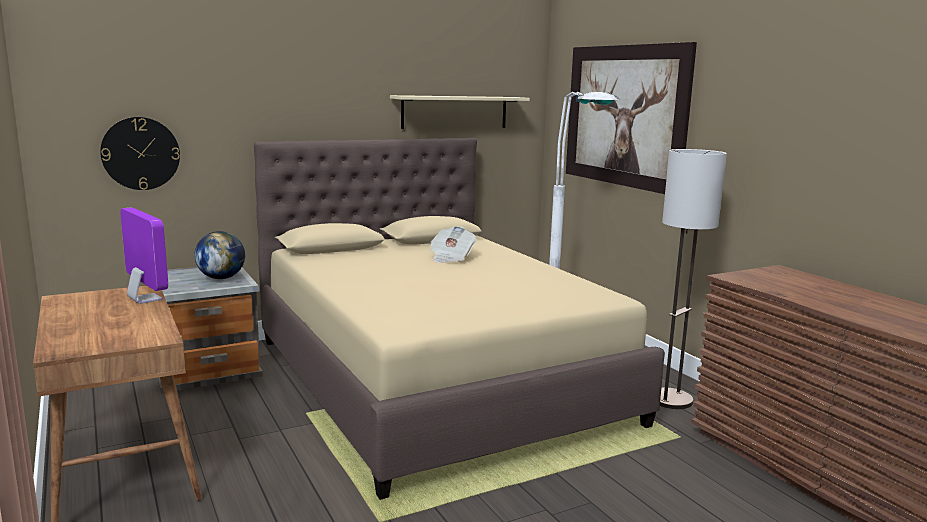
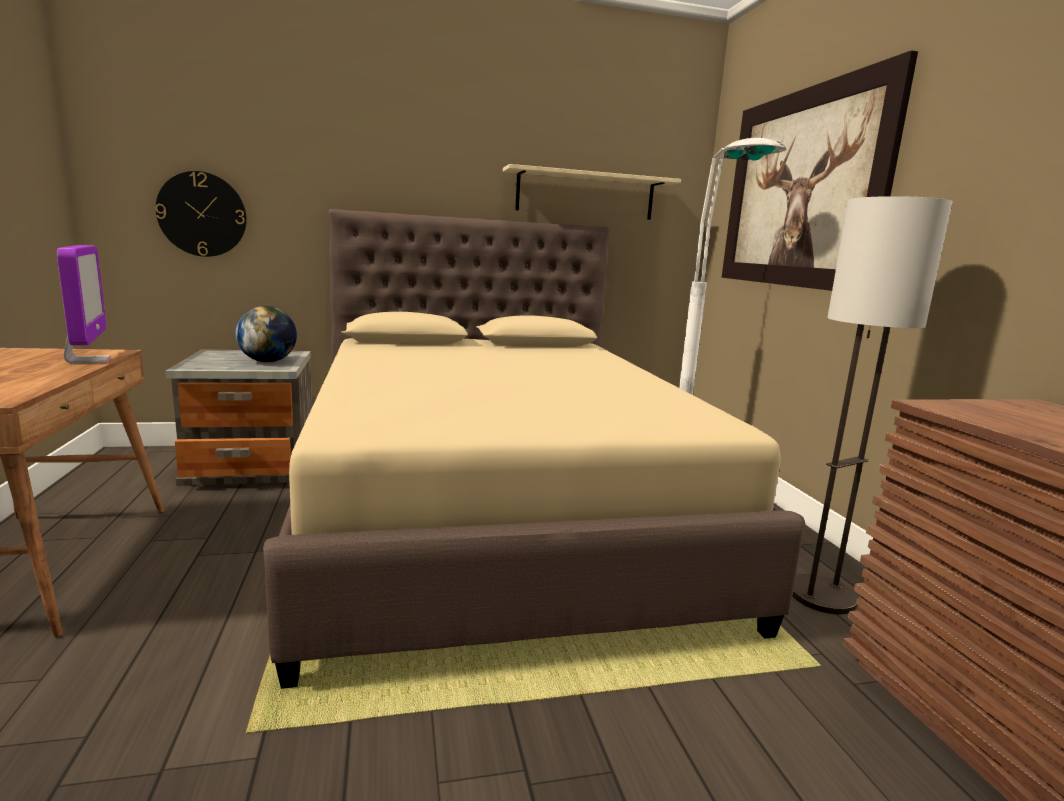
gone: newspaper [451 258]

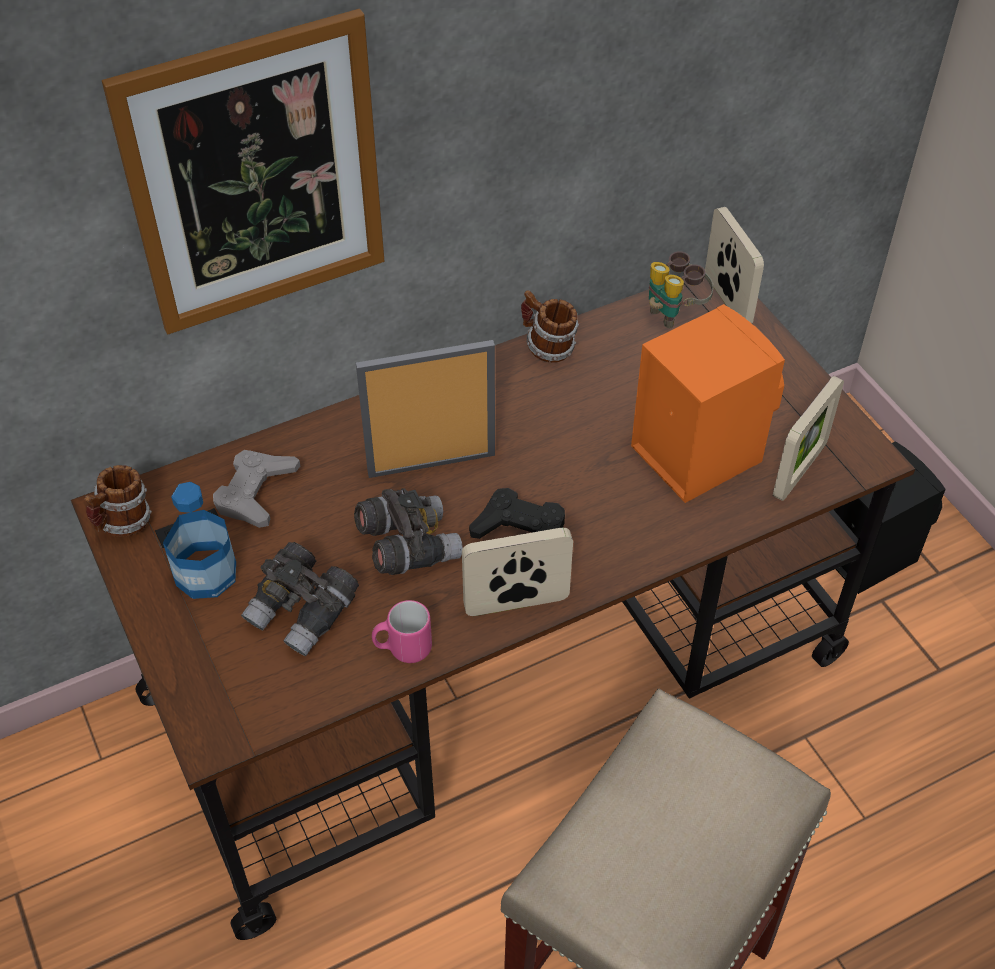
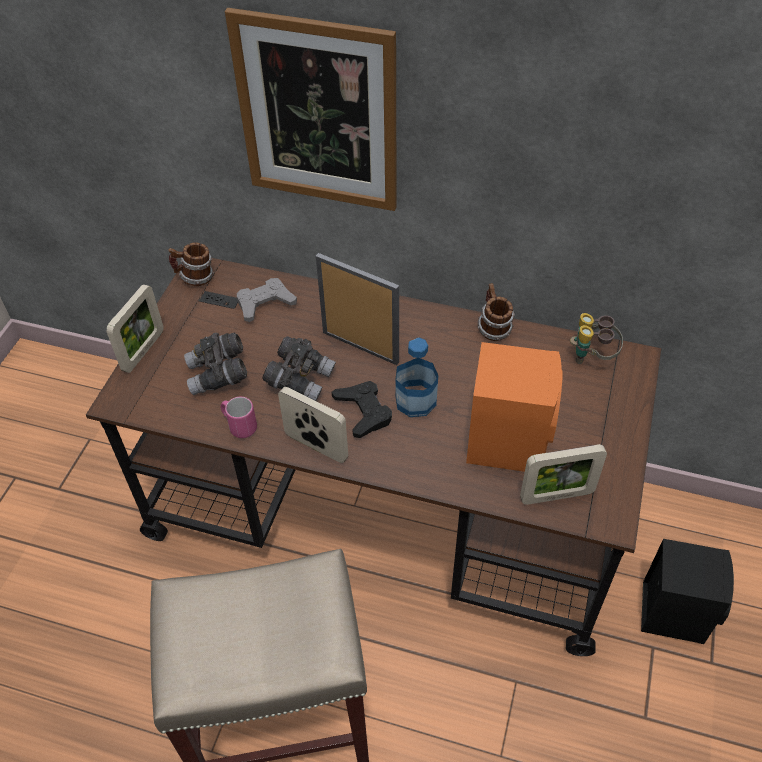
shifted: beverage bottle [206 573] to [415 401]; picture frame [727 300] to [143 351]

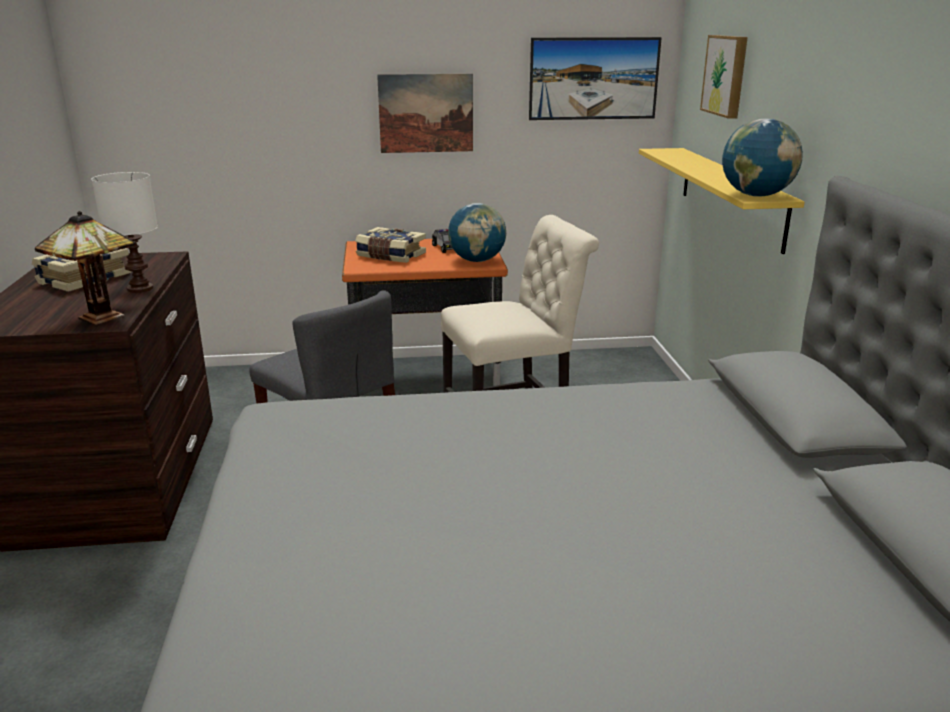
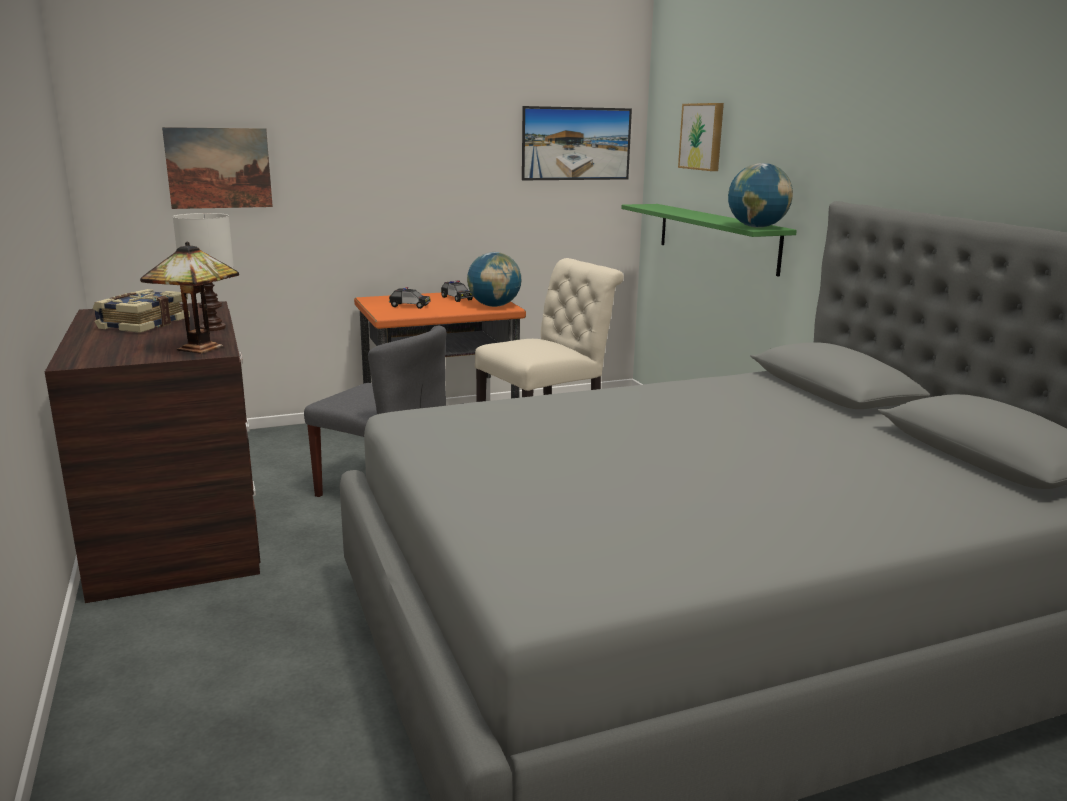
shifted: wall art [426 113] to [219 168]
swapped: volume [390 256] to miniature car [409 306]
repainted: yellowish wall shelf [731 195] to greenish wall shelf [716 237]

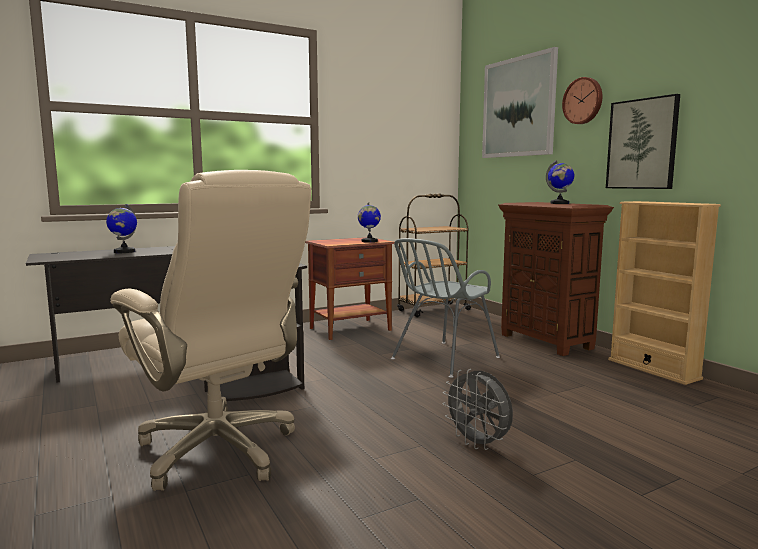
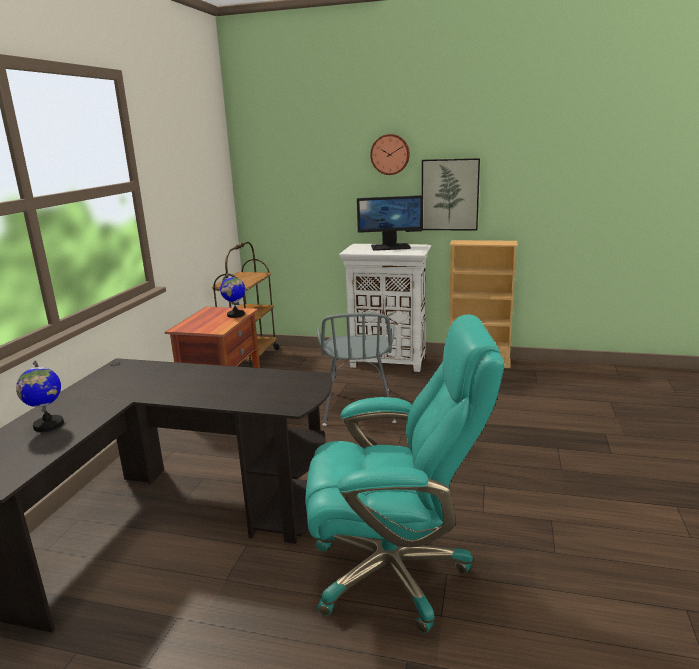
gone: greyish fan [478 444]; wall art [518 107]
swapped: desk globe [559 203] to computer screen [390 247]
repainted: beige-coloured computer chair [218 454] to blue-green computer chair [395 577]; brown-coloured cupboard [547 342] to white cupboard [389 362]

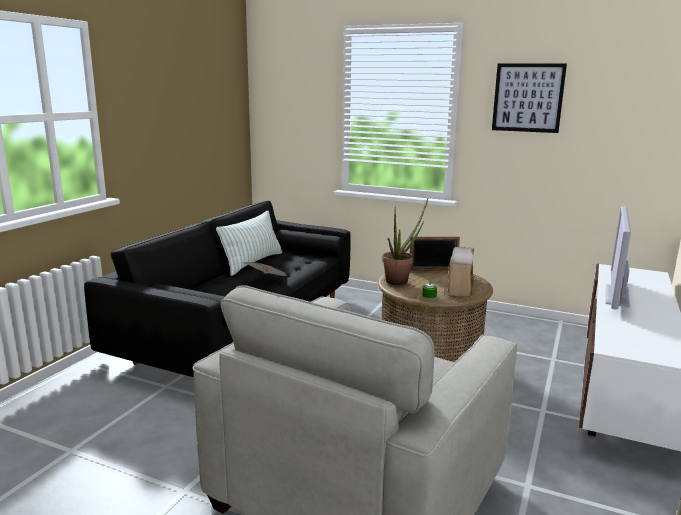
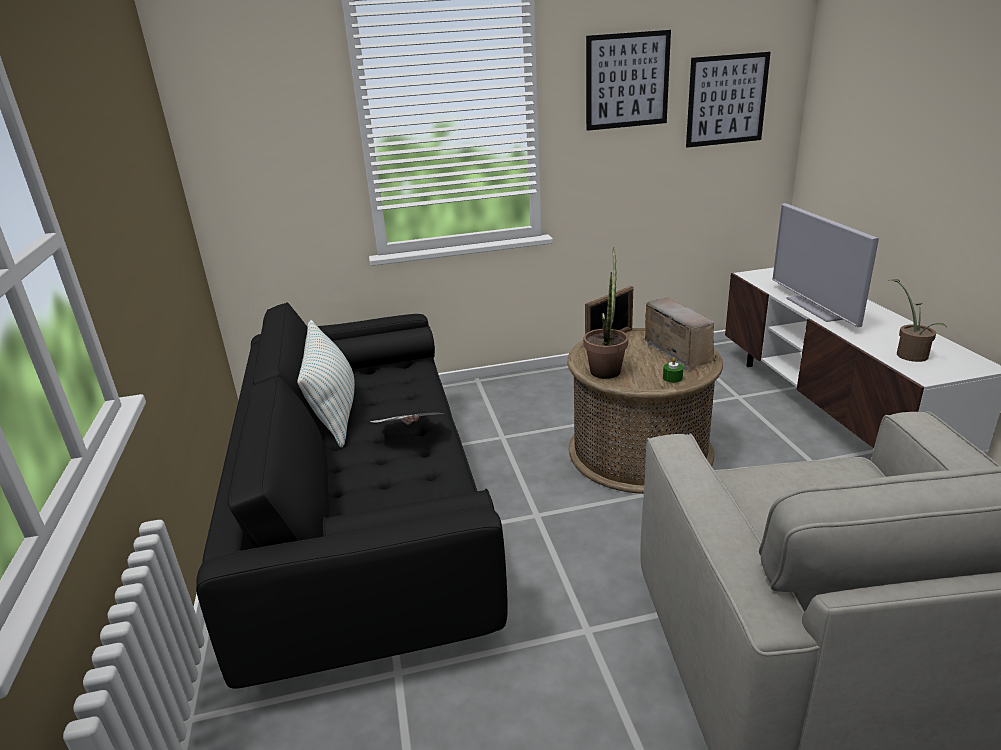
new: wall art [726 100]; plant in a pot [909 353]

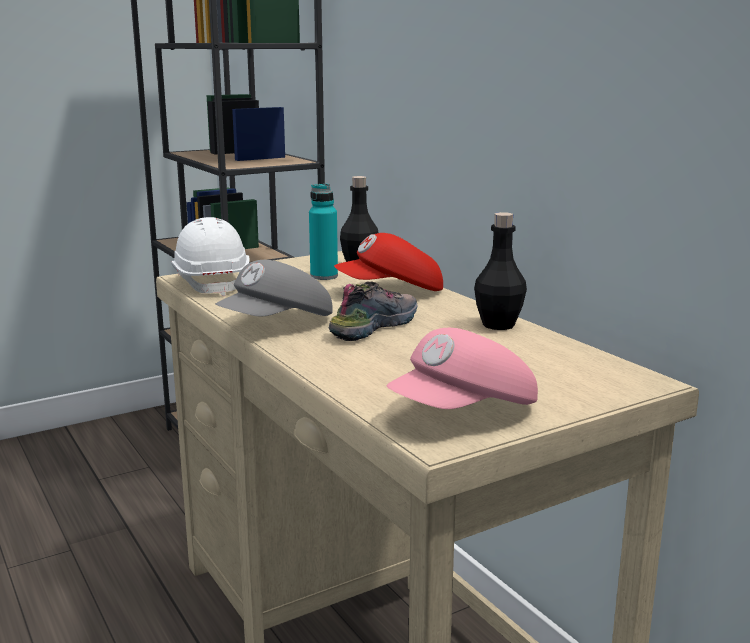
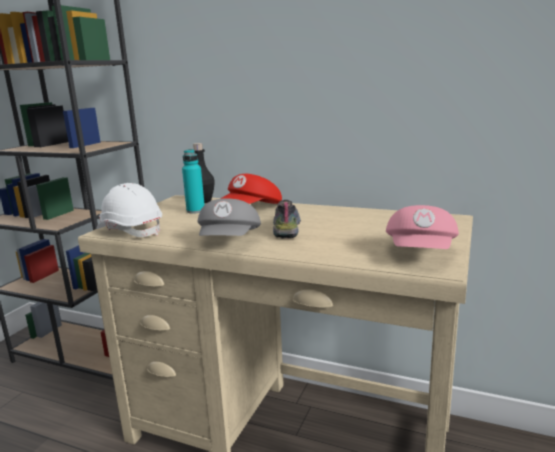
gone: black-coloured beverage bottle [498 325]

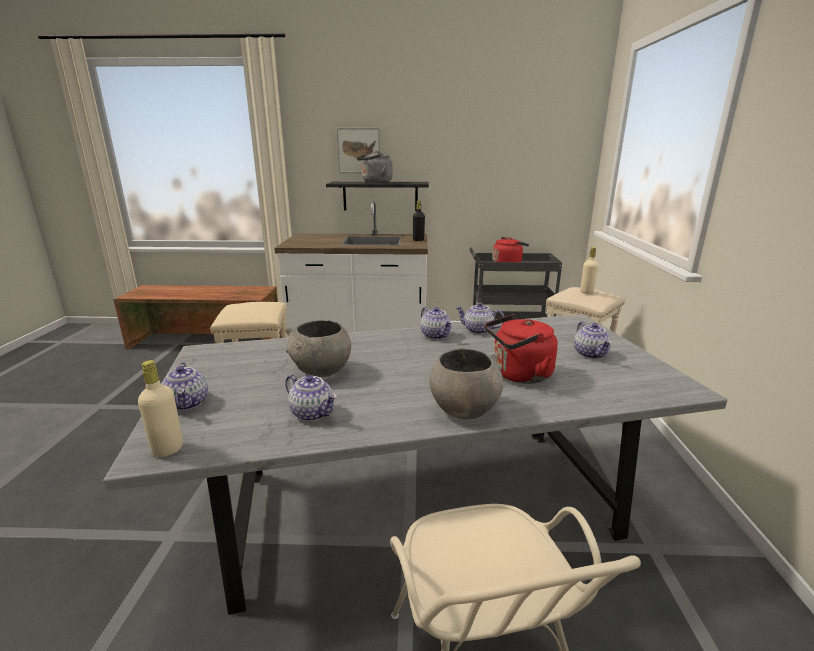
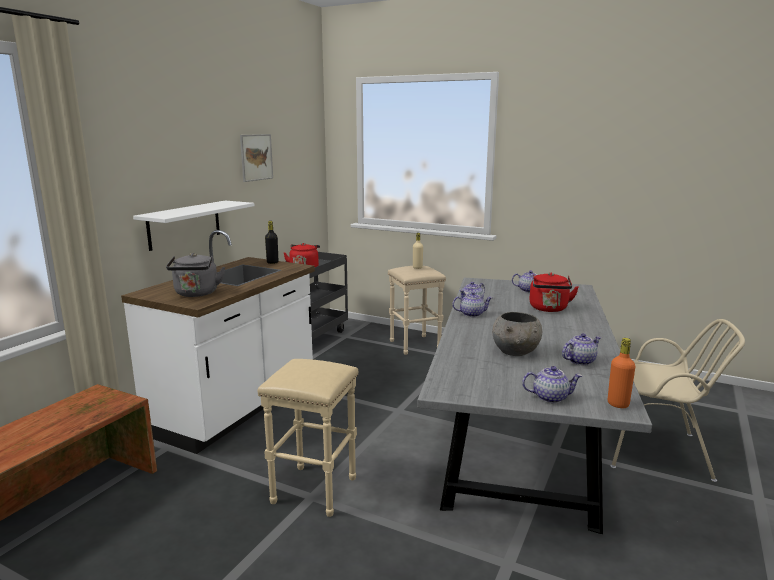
gone: greyish deep dish [463 409]
shifted: wall art [359 150] to [256 157]; greyish water kettle [375 182] to [196 294]
repainted: beige-coloured beverage bottle [168 449] to orange beverage bottle [618 404]; black-coloured wall shelf [380 196] to white wall shelf [184 224]

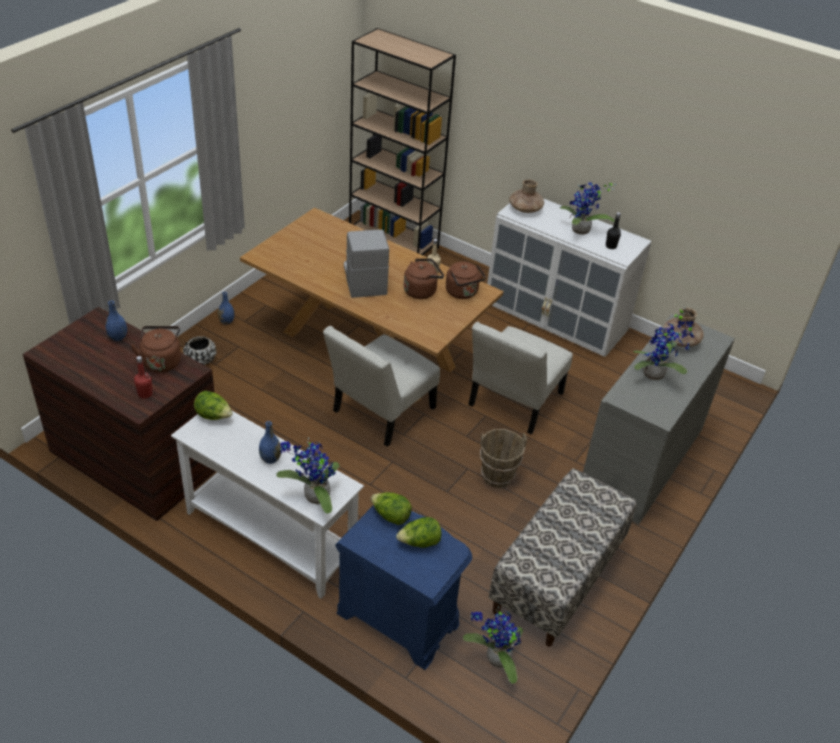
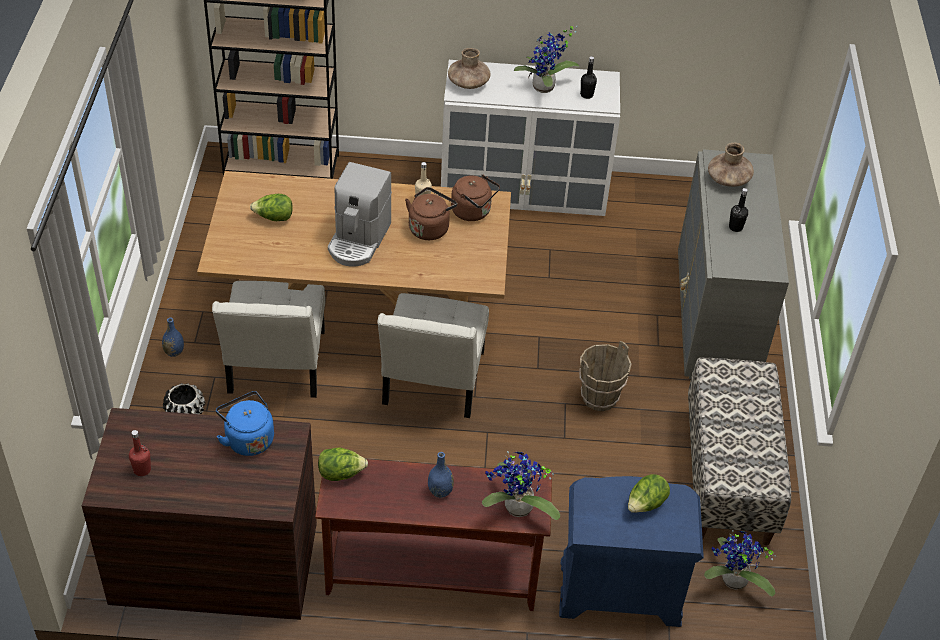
gone: blue-coloured vase [118 337]
shifted: red-coloured beverage bottle [145 394] to [142 470]; head of lettuce [390 516] to [274 218]; white plain chair [513 402] to [275 367]
swapped: plant in a pot [656 375] to black-coloured beverage bottle [735 227]
repainted: brown-coloured water kettle [161 361] to blue-coloured water kettle [248 438]; white narrow table [269 536] to brown-coloured narrow table [431 574]
rotated: coffee brewer [364 279] = [358 240] 120 degrees counterclockwise

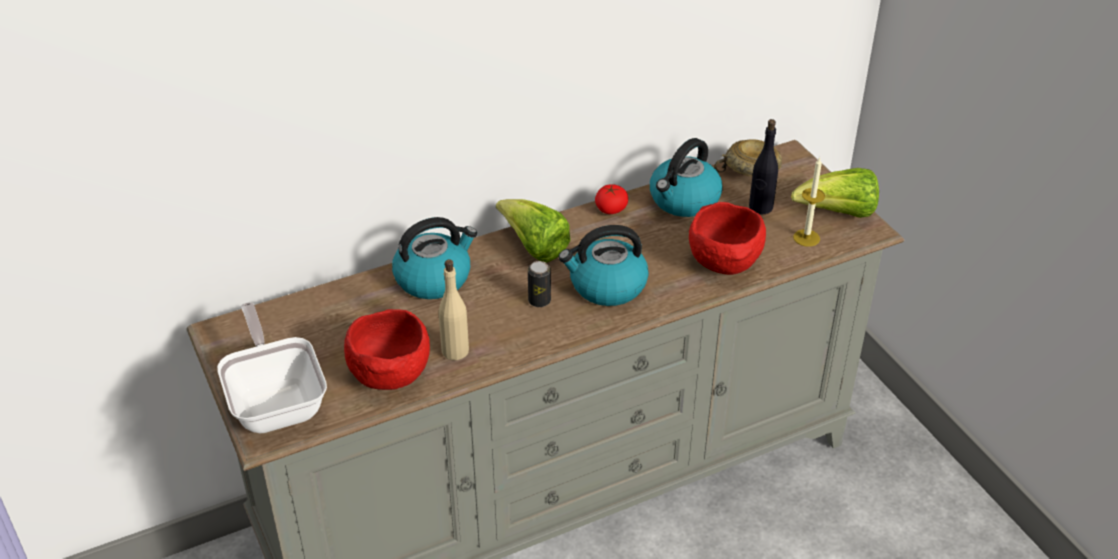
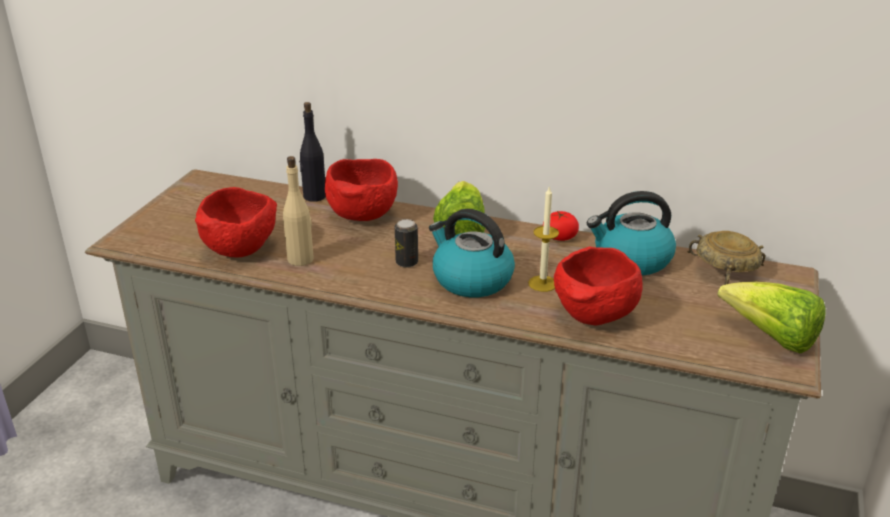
gone: frying pan [276 401]
shifted: black-coloured beverage bottle [760 207] to [314 196]; wax light [806 238] to [542 283]
swapped: water kettle [434 278] to red-coloured deep dish [362 214]

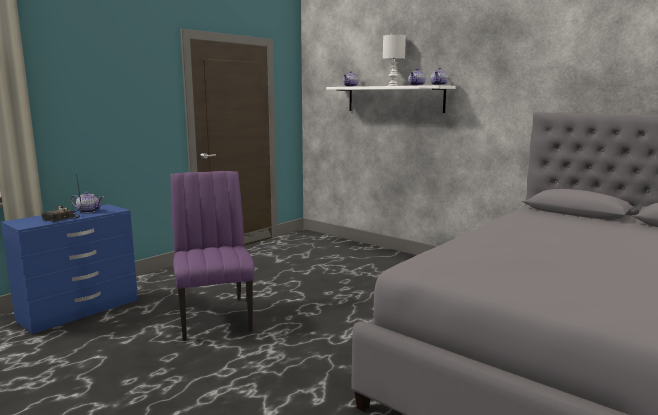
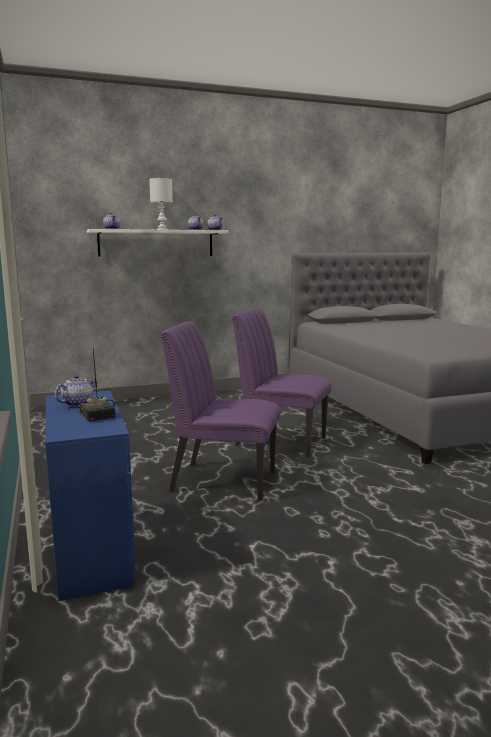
new: purple-coloured plain chair [281 442]

